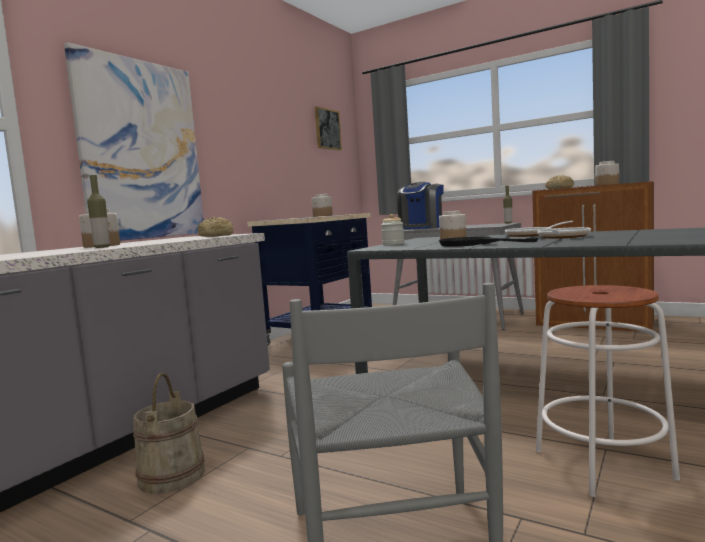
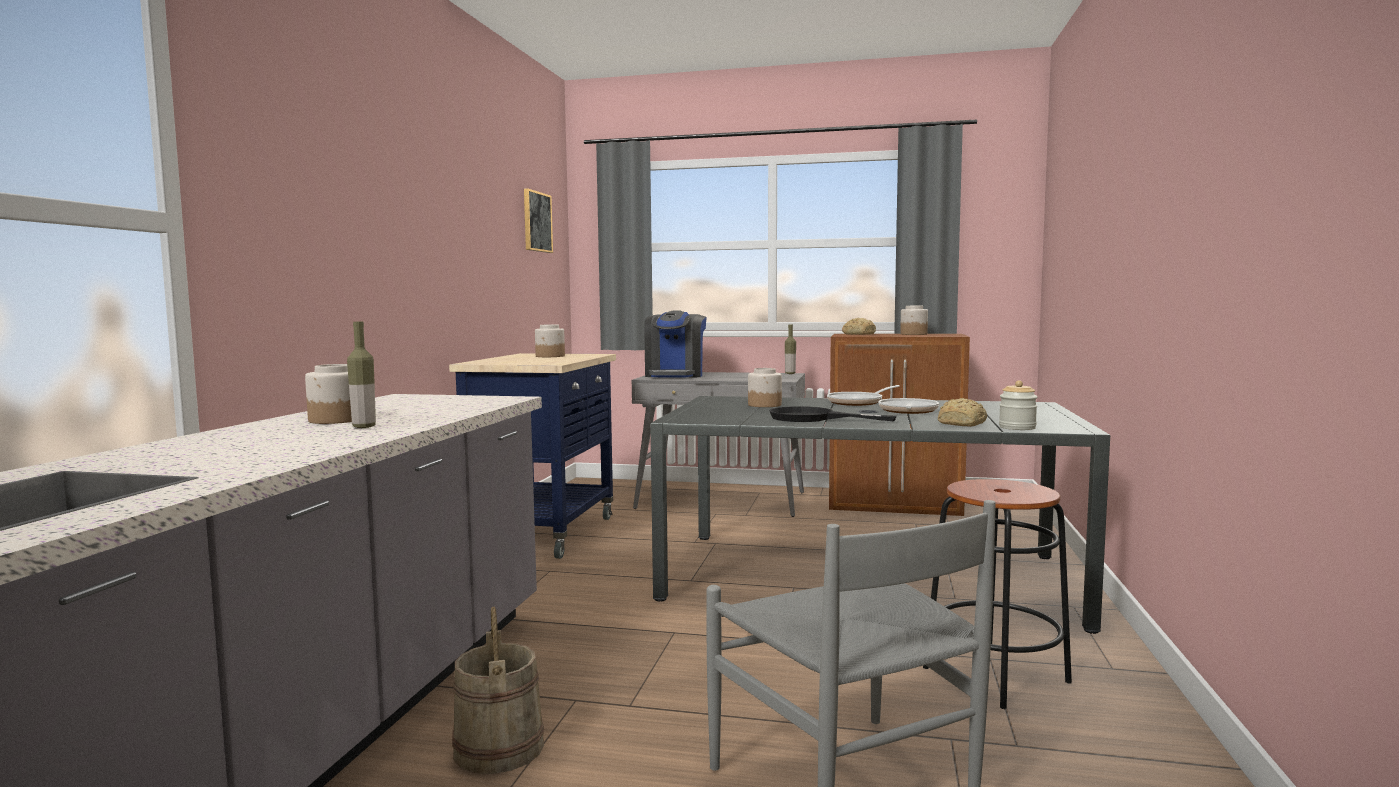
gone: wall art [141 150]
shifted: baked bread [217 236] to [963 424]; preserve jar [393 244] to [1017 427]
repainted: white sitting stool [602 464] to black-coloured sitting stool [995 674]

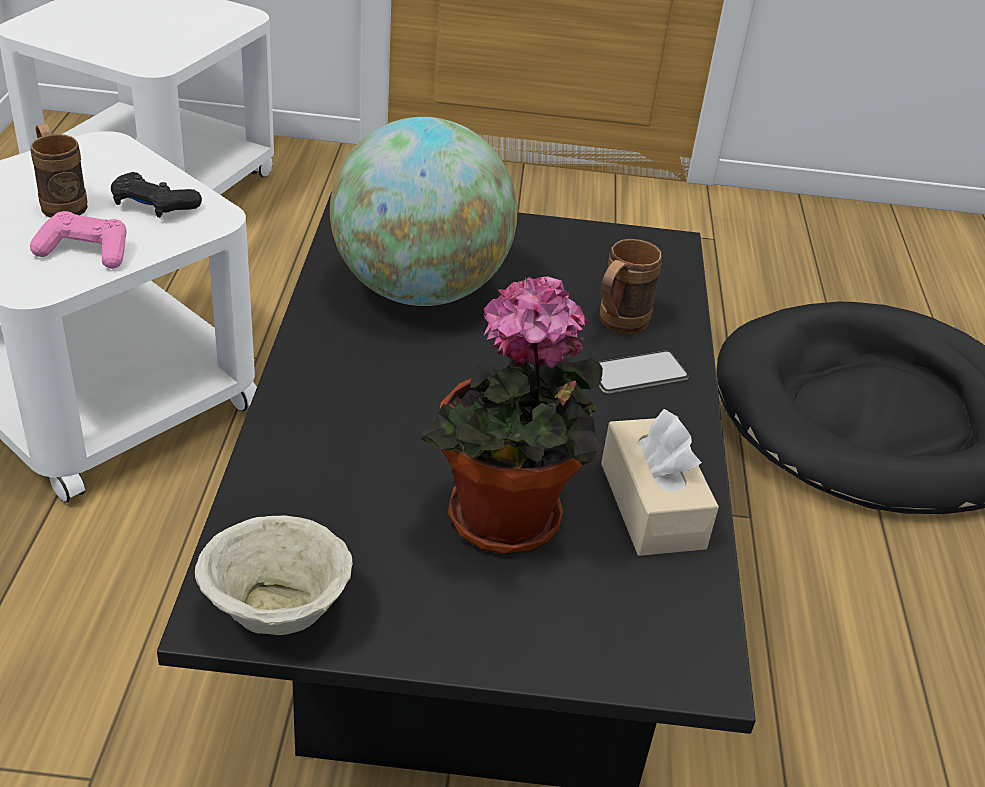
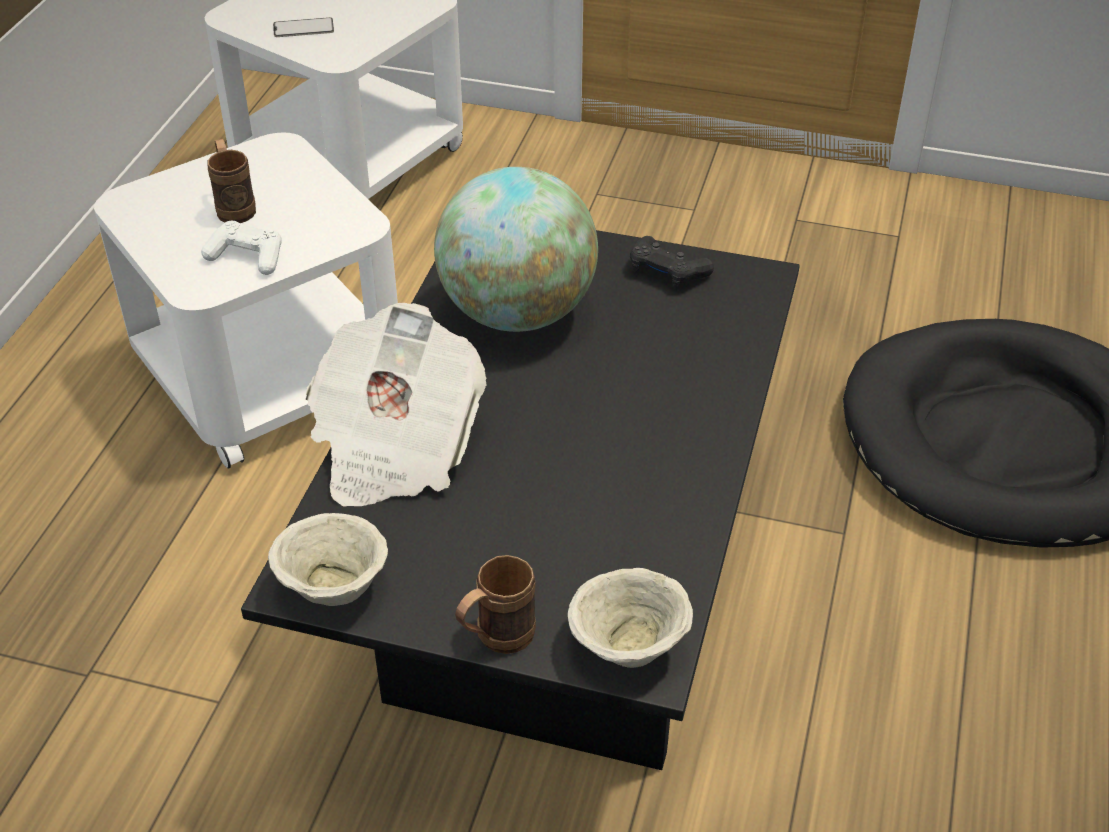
gone: plant in a pot [506 525]; beige-coloured box of tissues [652 505]
new: newspaper [394 444]; beige-coloured deep dish [628 648]
shifted: black-coloured game controller [153 206] to [667 272]; handset [637 372] to [303 28]; brown-coloured coffee mug [616 325] to [495 640]
repainted: pink-coloured game controller [85 252] to white game controller [247 257]

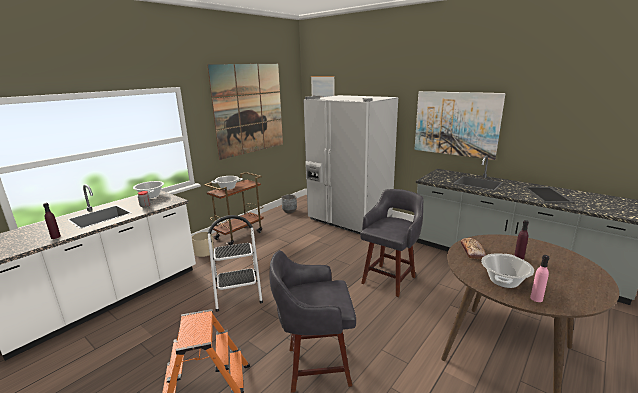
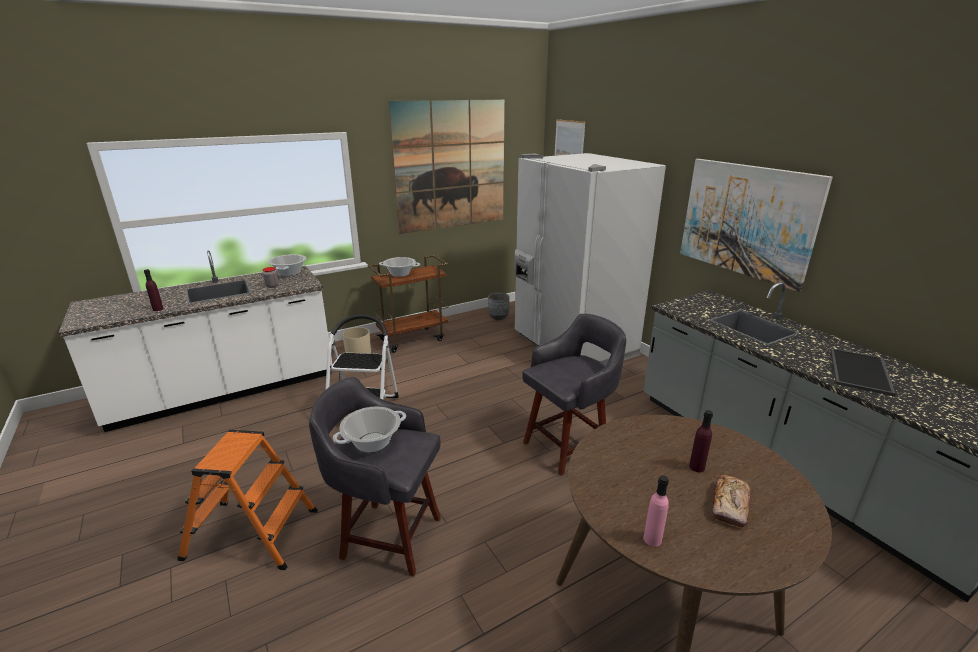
shifted: baked bread [472 251] to [730 505]; cooking pot [504 281] to [372 442]

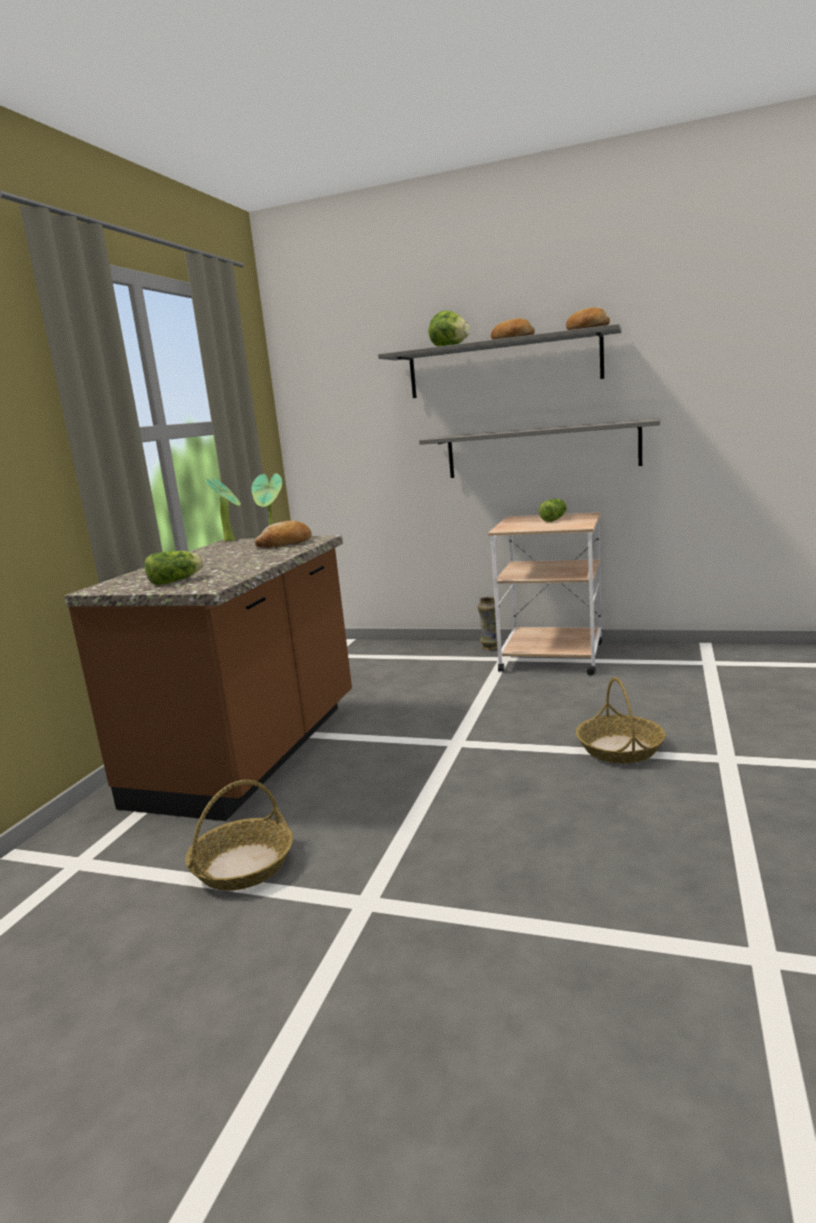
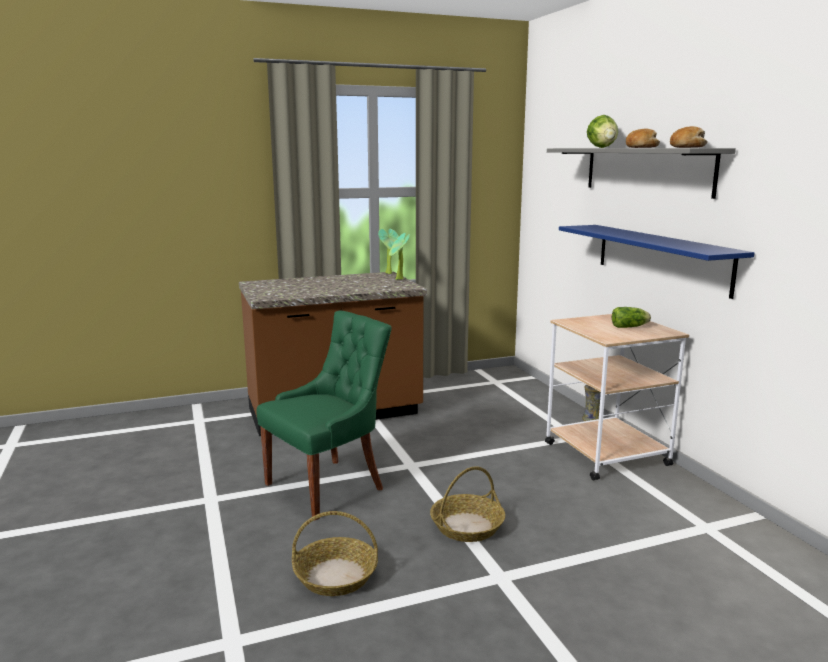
gone: head of lettuce [177 580]; baked bread [285 544]
new: greenish plain chair [328 486]
shifted: storage basket [243 866] to [335 576]
repainted: greyish wall shelf [541 450] to blue-coloured wall shelf [661 258]

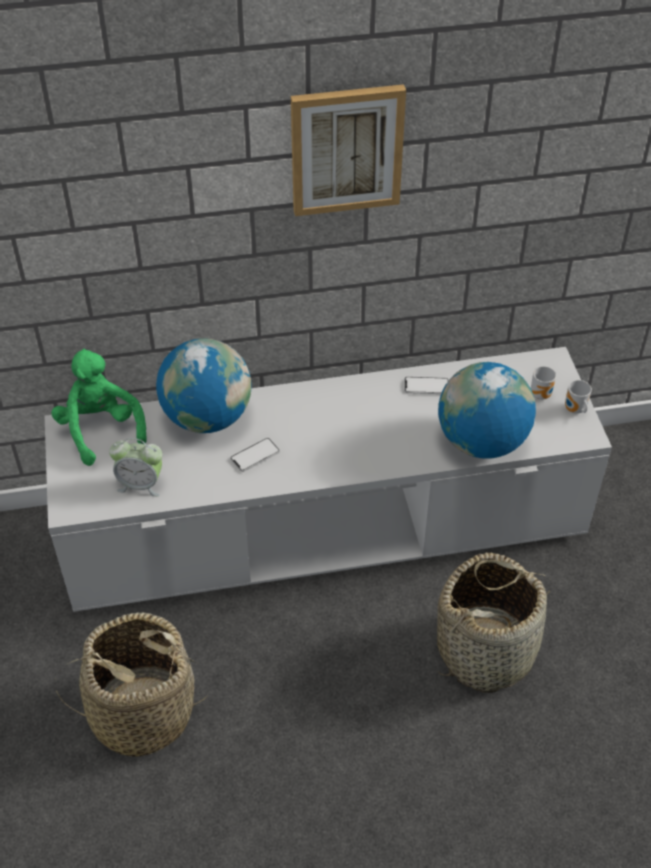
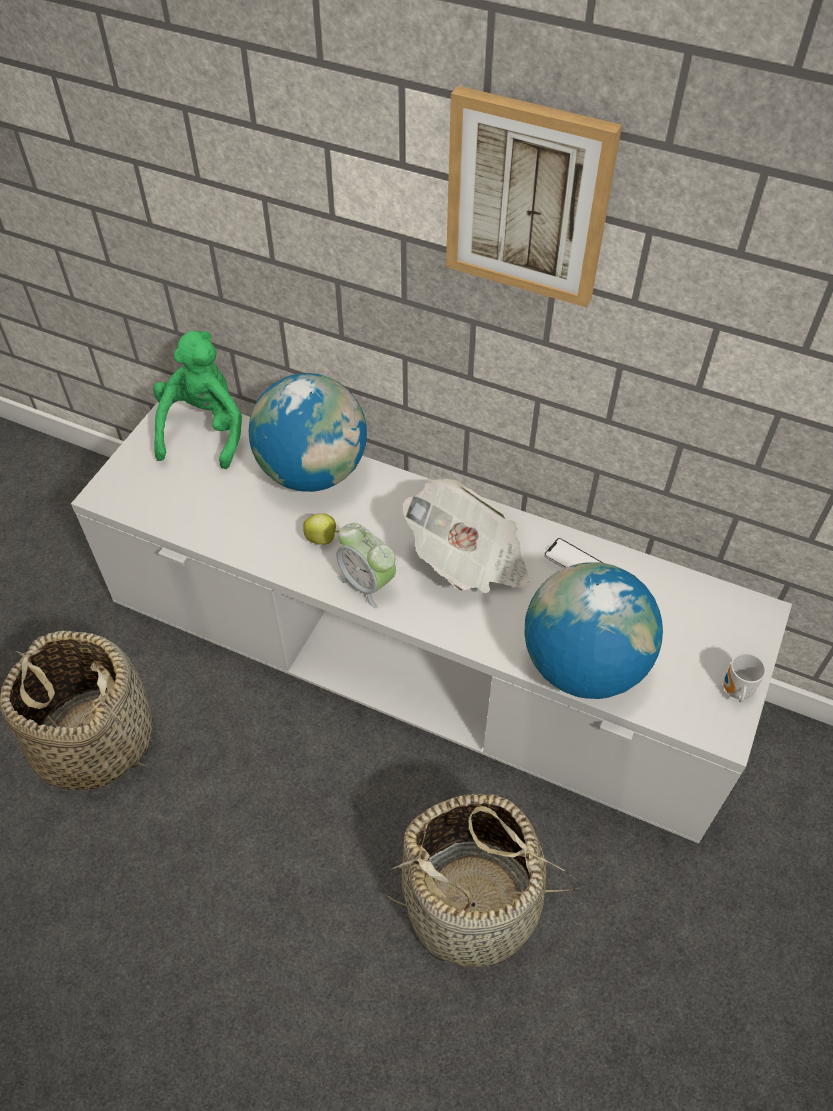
gone: coffee mug [542 394]
new: newspaper [468 560]
shifted: table clock [141 484] to [367 583]
swapped: handset [255 455] to apple [323 538]

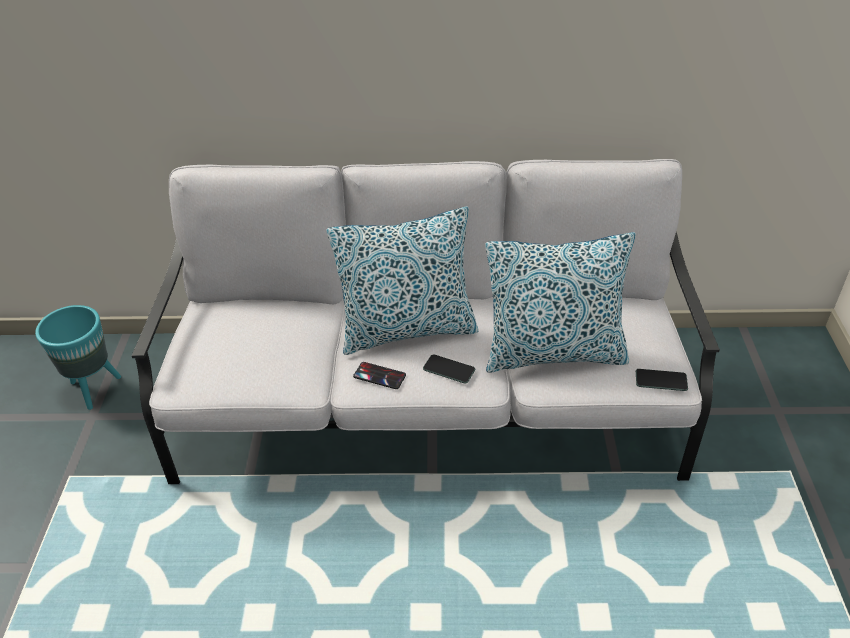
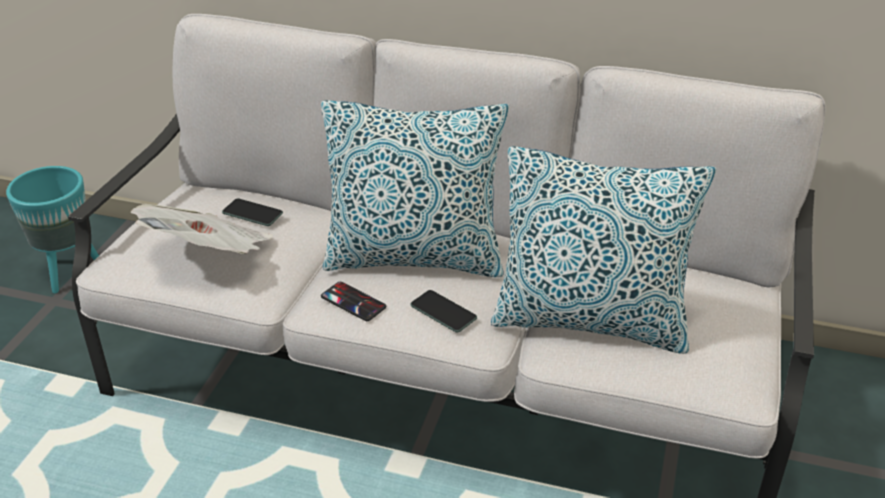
new: newspaper [210 256]
shifted: handset [661 380] to [252 213]

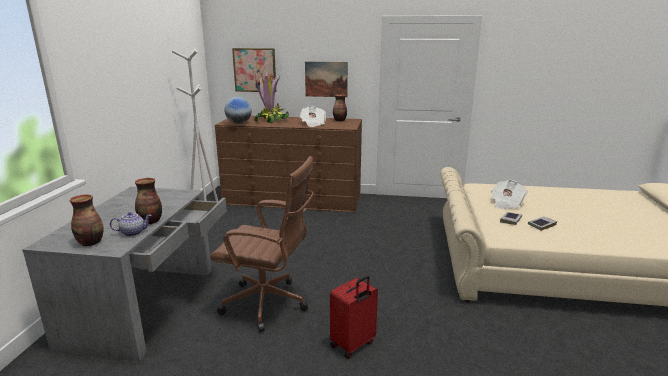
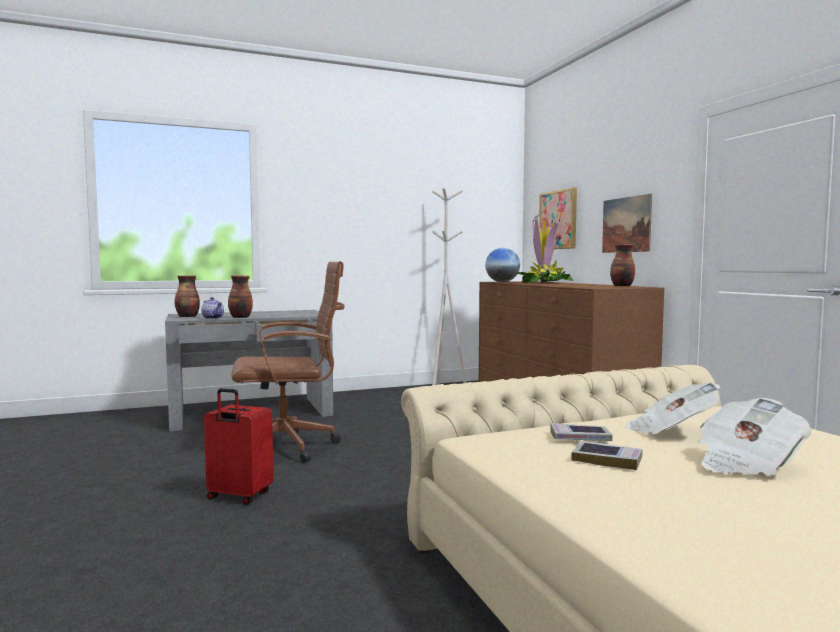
shifted: newspaper [313 124] to [746 463]
rotated: brown-coloured computer chair [269 304] = [290 447] 90 degrees counterclockwise

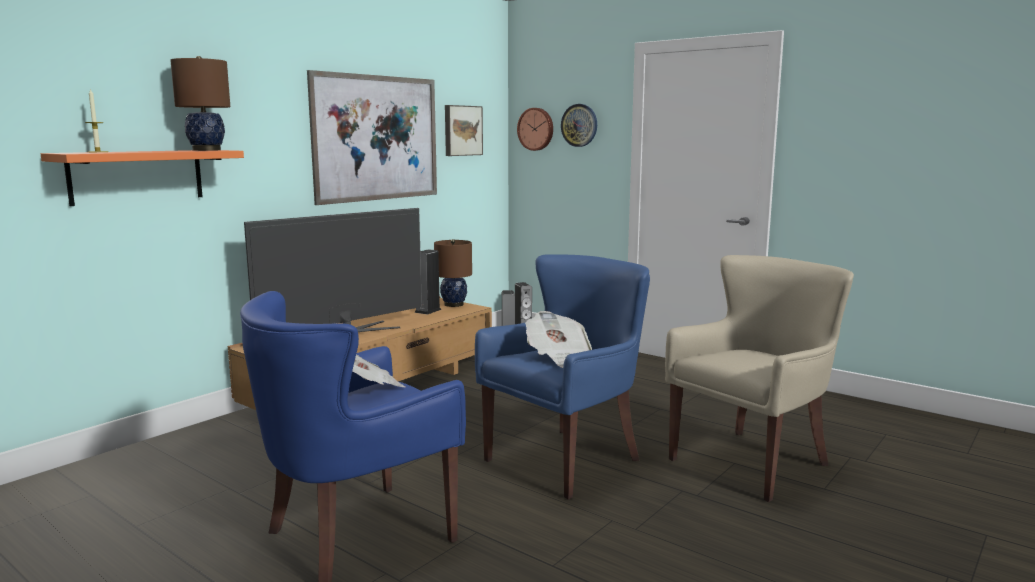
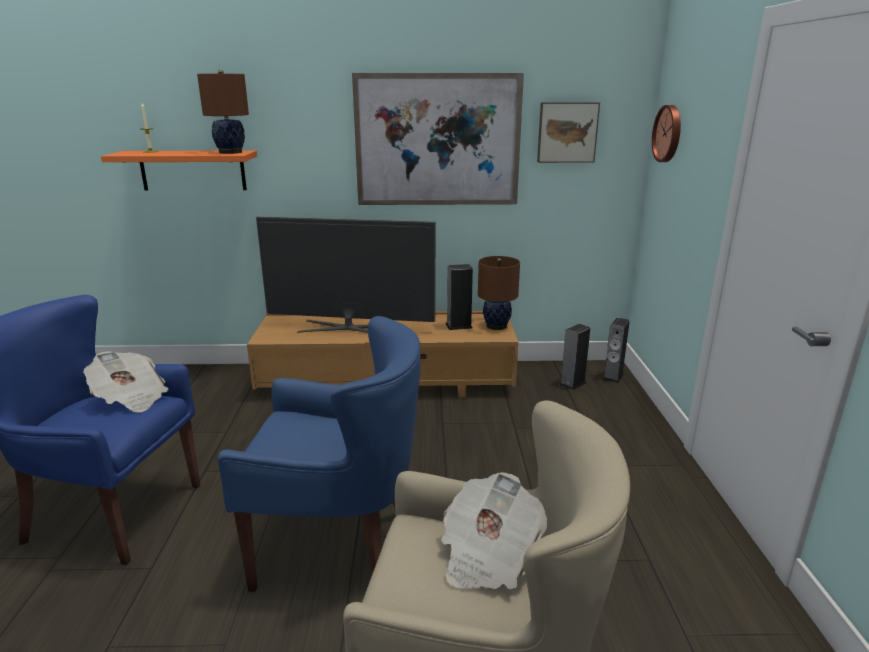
gone: wall clock [579 125]
shifted: newspaper [559 358] to [488 555]

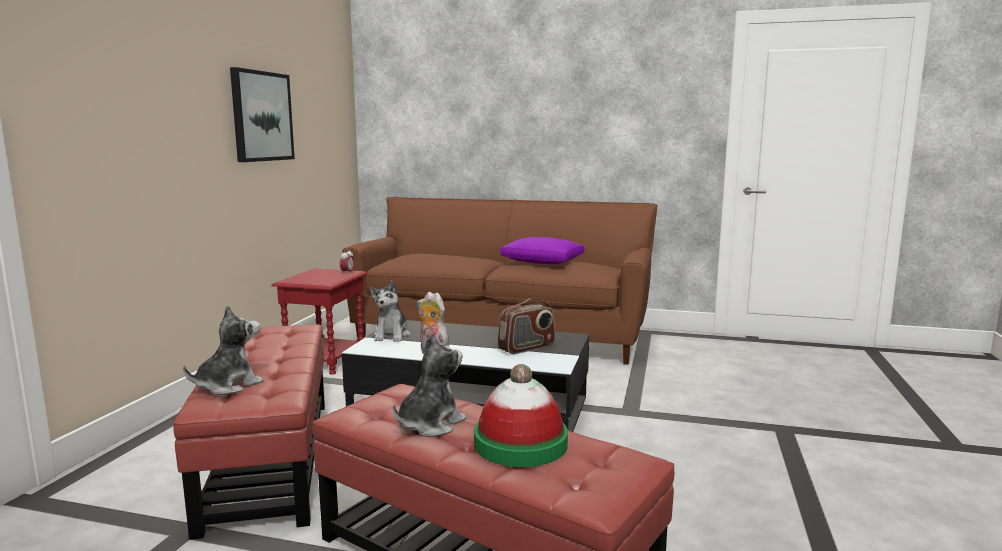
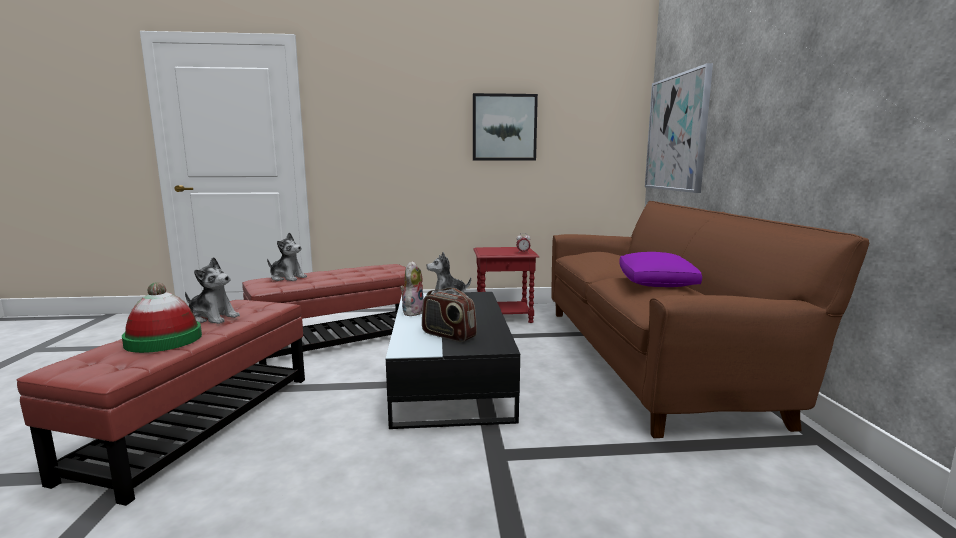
new: wall art [676 133]

